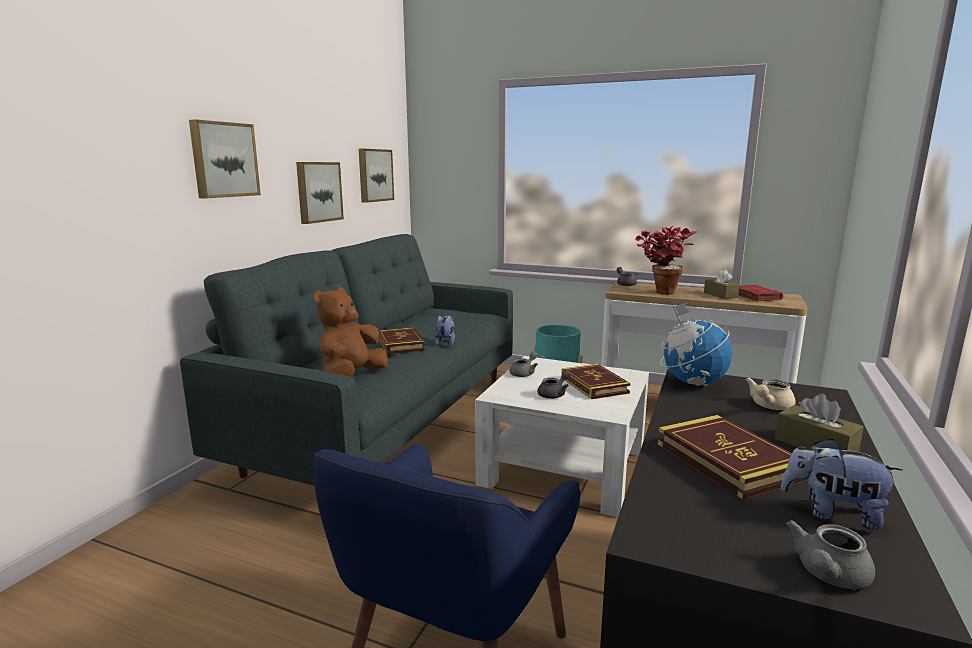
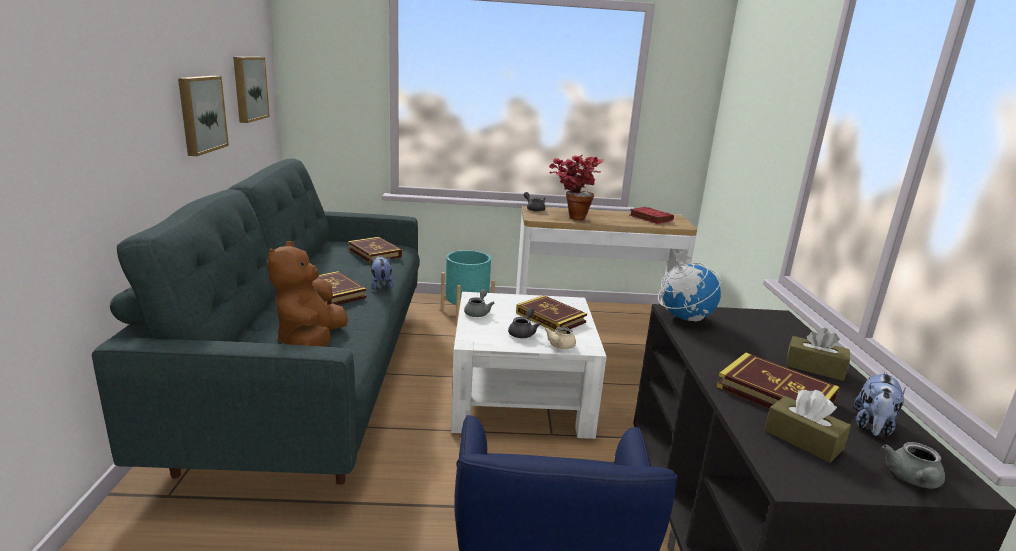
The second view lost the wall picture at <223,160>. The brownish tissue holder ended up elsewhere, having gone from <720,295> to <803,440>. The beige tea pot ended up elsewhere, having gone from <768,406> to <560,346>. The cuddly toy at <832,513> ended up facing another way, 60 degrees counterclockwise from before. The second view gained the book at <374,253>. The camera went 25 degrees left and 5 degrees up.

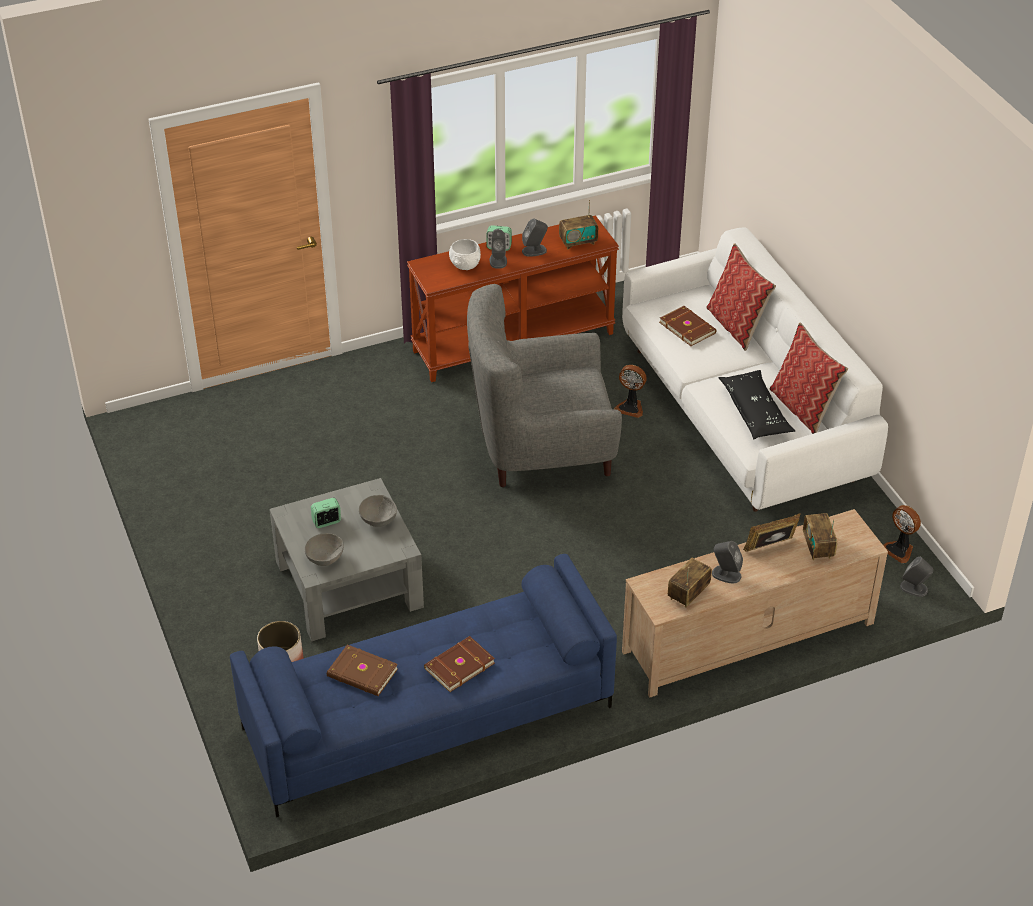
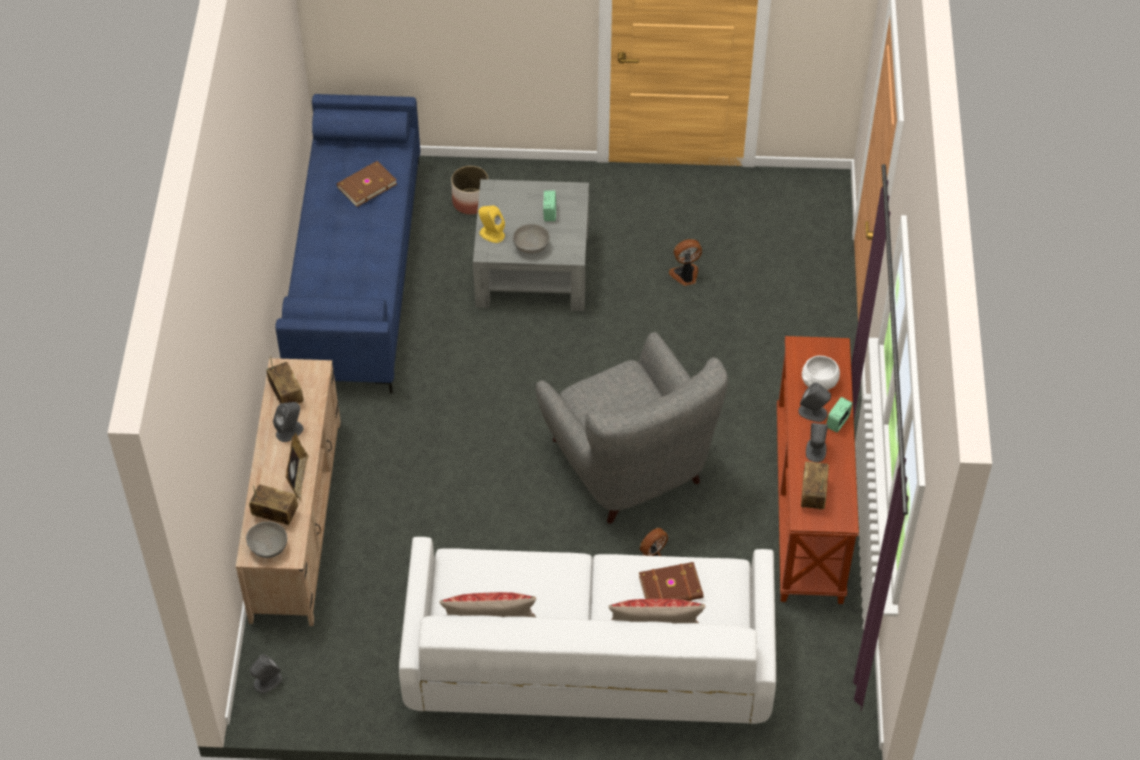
The grey easy chair at <541,449> ended up facing another way, 135 degrees clockwise from before. The second view lost the blackish pillow at <755,412>. The cooling fan ended up elsewhere, having gone from <899,550> to <685,276>. The grey deep dish ended up elsewhere, having gone from <325,558> to <269,548>. The second view lost the brownish book at <458,665>. The second view gained the yellow speaker at <491,234>. The camera went 115 degrees right and 10 degrees up.

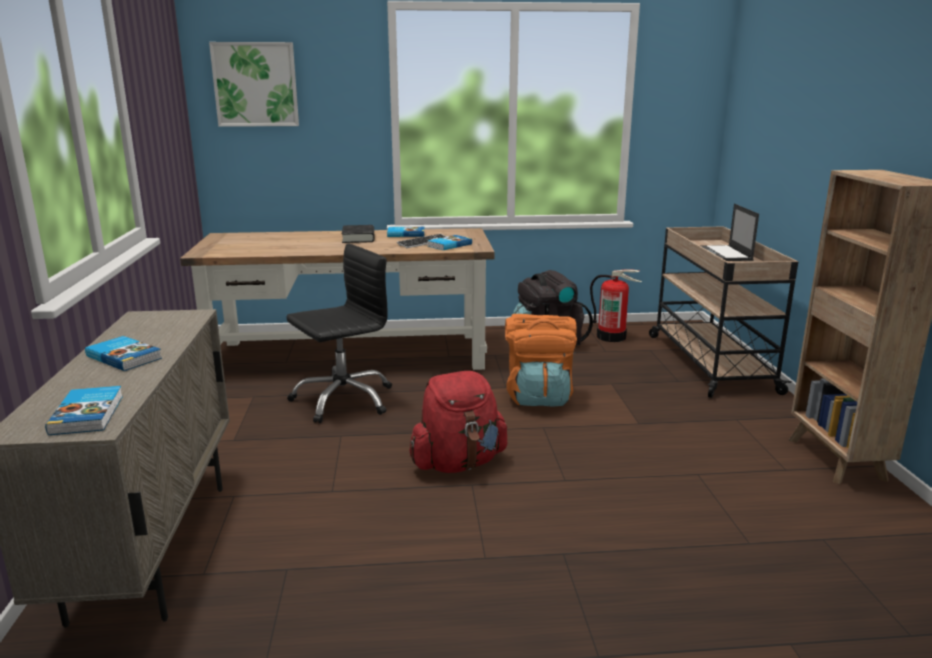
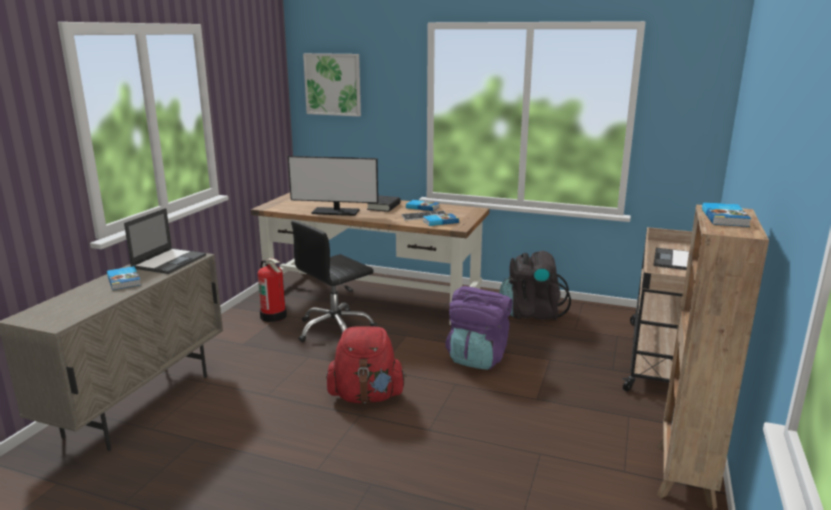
The blackish office chair at <343,400> ended up facing another way, 150 degrees clockwise from before. The fire-fighting cylinder ended up elsewhere, having gone from <611,336> to <274,316>. What was the orangey knapsack at <538,396> turned into the purple-coloured knapsack at <477,357>. The book ended up elsewhere, having gone from <89,414> to <725,218>. The second view gained the computer display at <335,212>. The second view gained the portable computer at <169,261>. The camera went 25 degrees right and 0 degrees up.

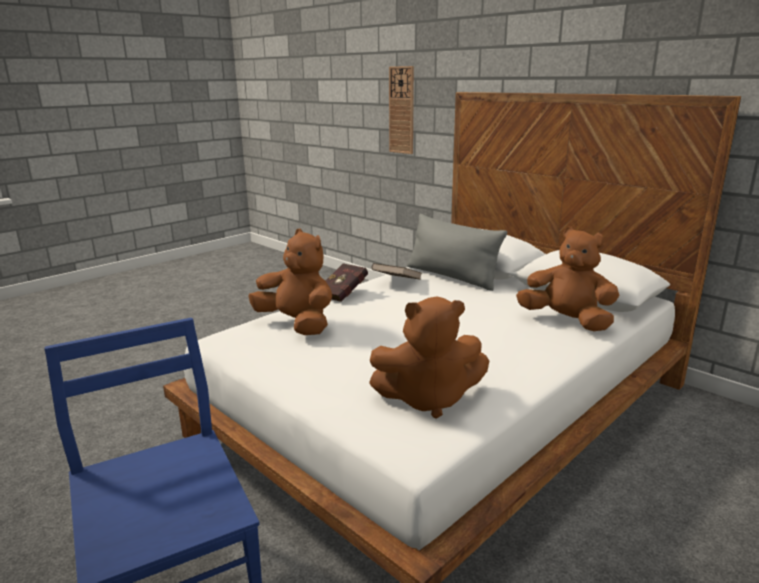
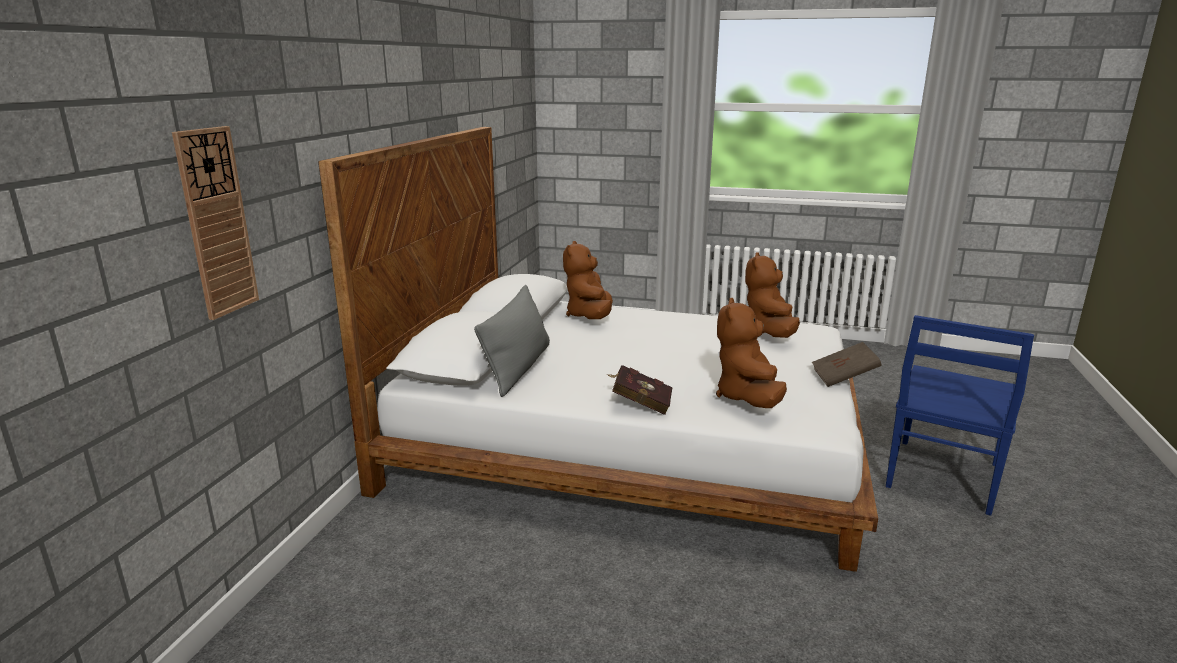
The brownish book ended up elsewhere, having gone from <397,283> to <843,378>. The brownish cuddly toy at <428,399> ended up facing another way, 135 degrees counterclockwise from before. The camera went 120 degrees left and 0 degrees up.

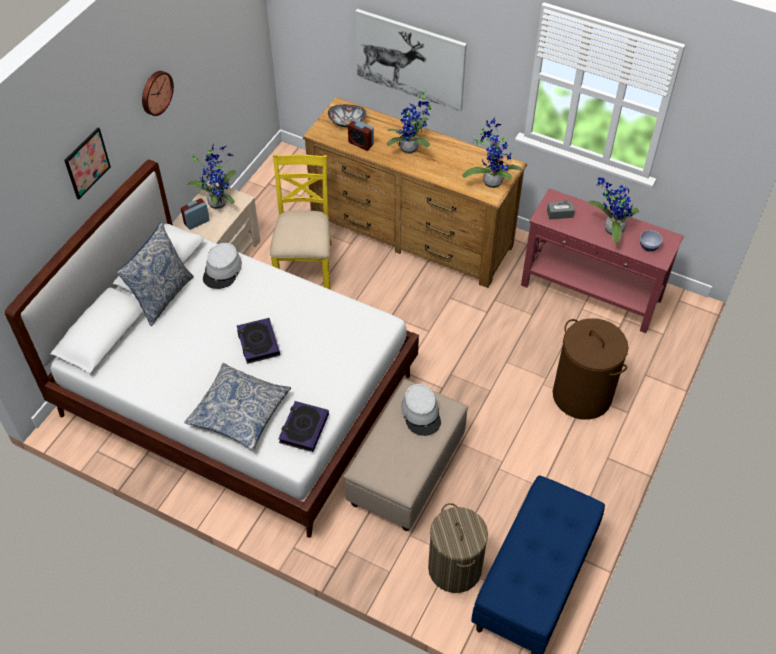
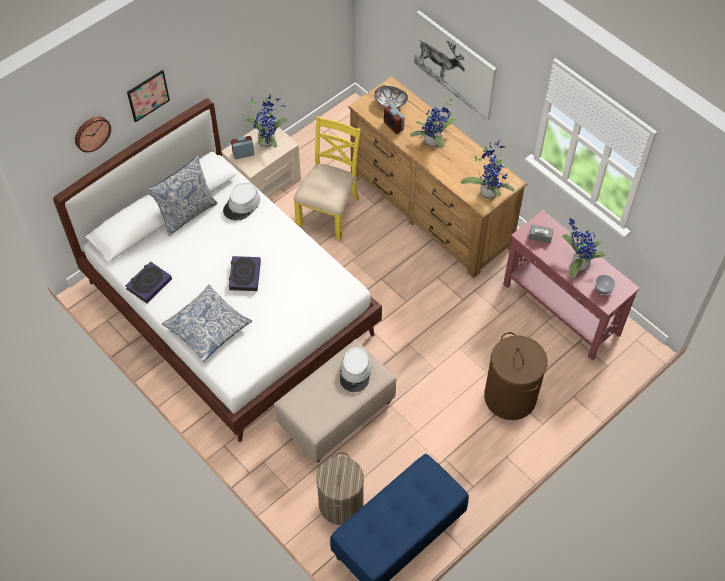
The clock on the wall ended up elsewhere, having gone from <155,92> to <91,133>. The book ended up elsewhere, having gone from <303,428> to <149,284>. The camera went 20 degrees right and 5 degrees up.

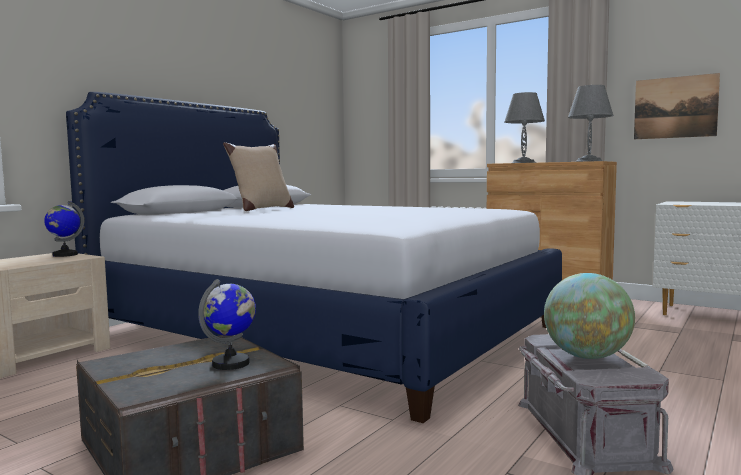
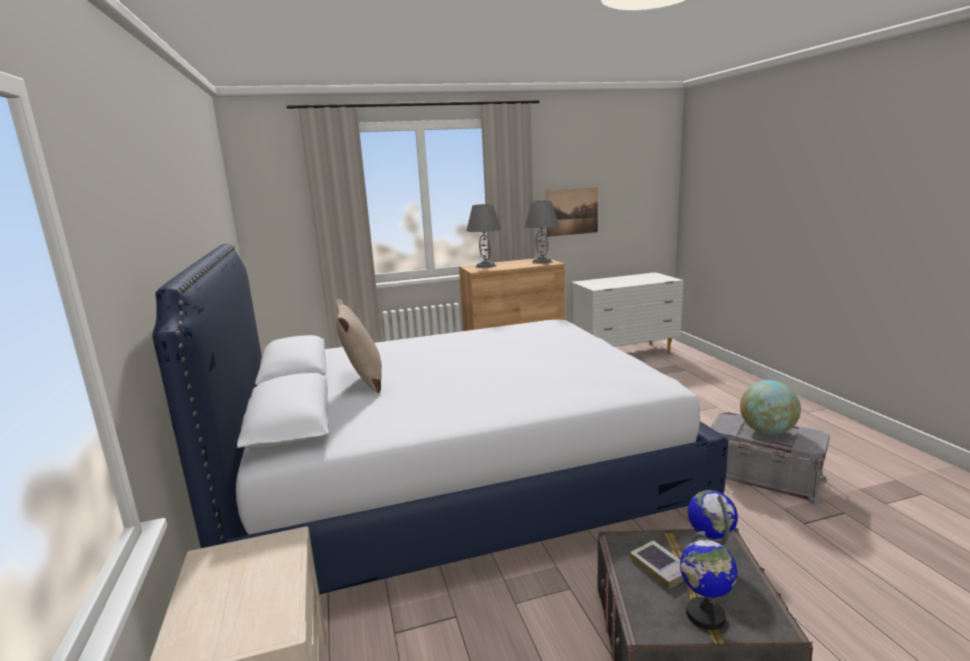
The globe ended up elsewhere, having gone from <64,255> to <705,615>. The second view gained the book at <660,567>. The camera went 50 degrees left and 10 degrees up.

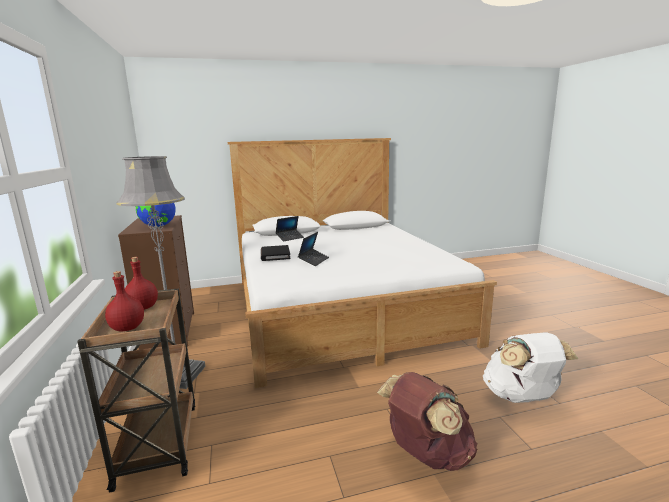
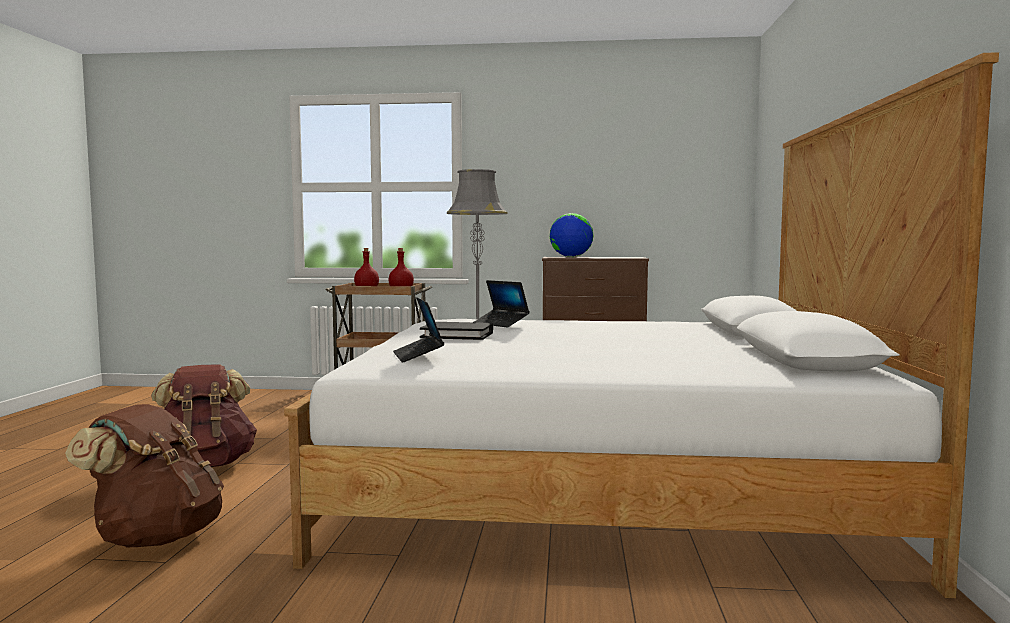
The portable computer ended up elsewhere, having gone from <290,238> to <418,356>. The blackish book ended up elsewhere, having gone from <275,255> to <457,335>. What was the white knapsack at <521,397> turned into the brownish knapsack at <156,537>. The camera went 110 degrees right and 10 degrees down.

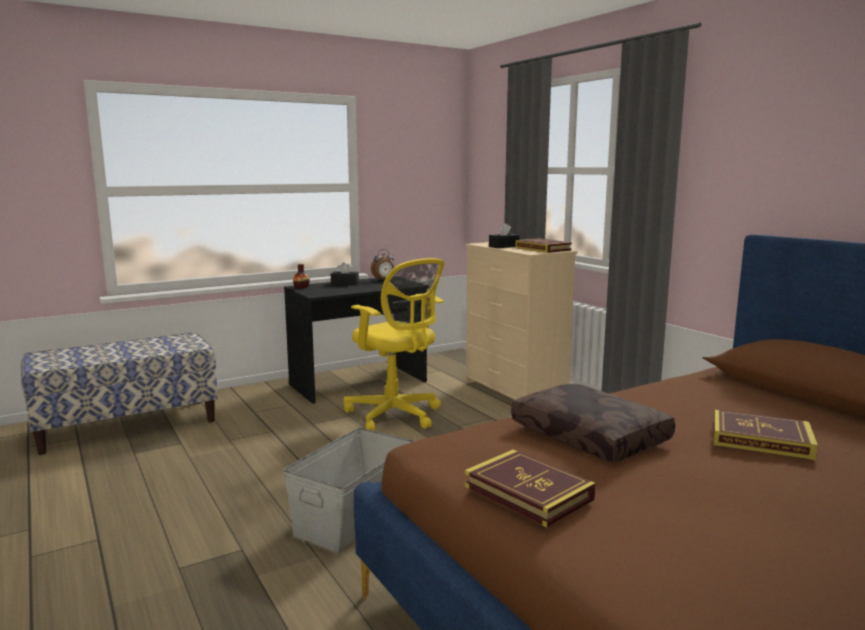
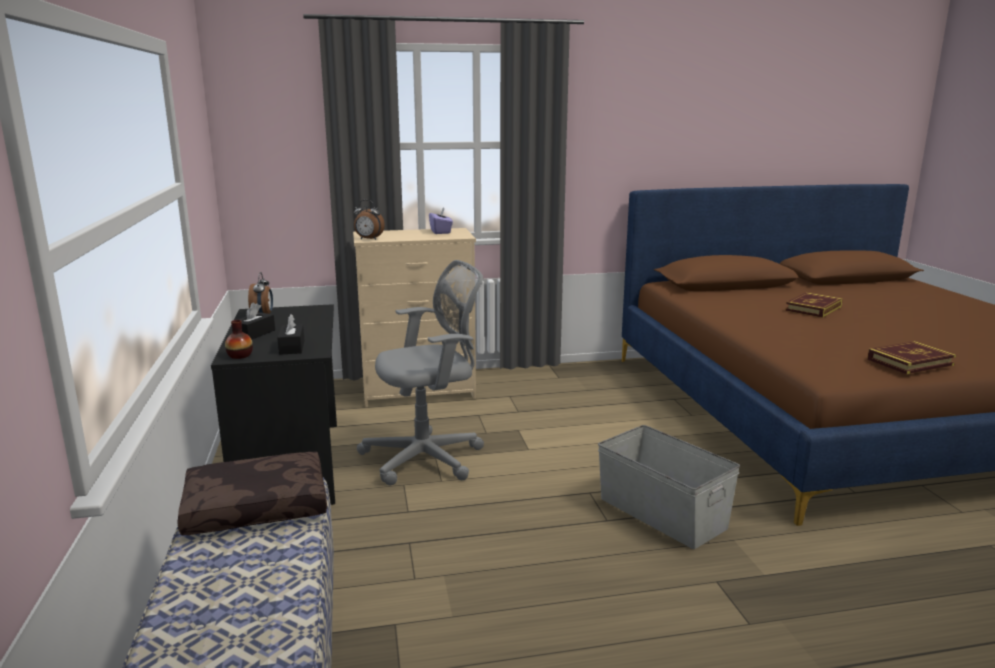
The blackish tissue holder ended up elsewhere, having gone from <503,246> to <292,347>. Where the book stood at <543,249>, the purple-coloured tissue holder came to stand at <441,232>. What was the yellow office chair at <396,415> turned into the grey office chair at <428,458>. The brownish pillow ended up elsewhere, having gone from <591,436> to <257,506>. The second view gained the table clock at <368,239>. The camera went 70 degrees left and 5 degrees up.

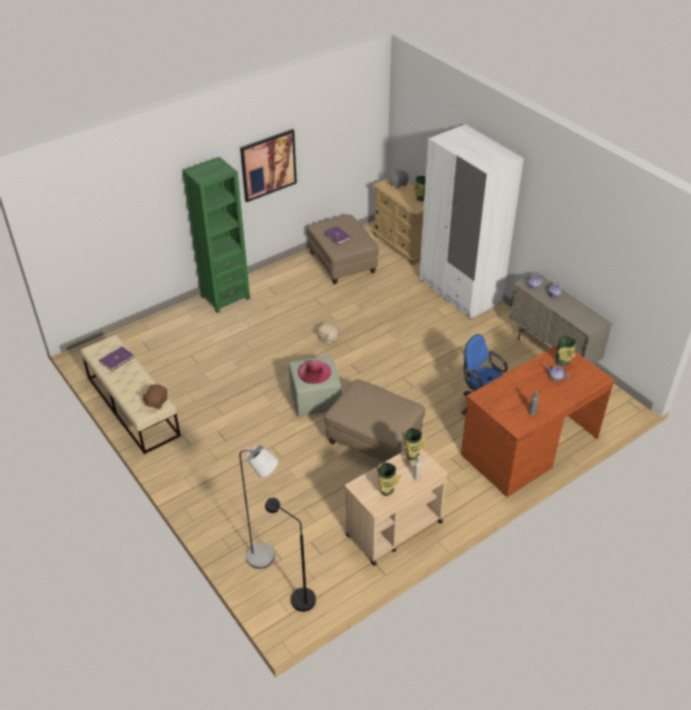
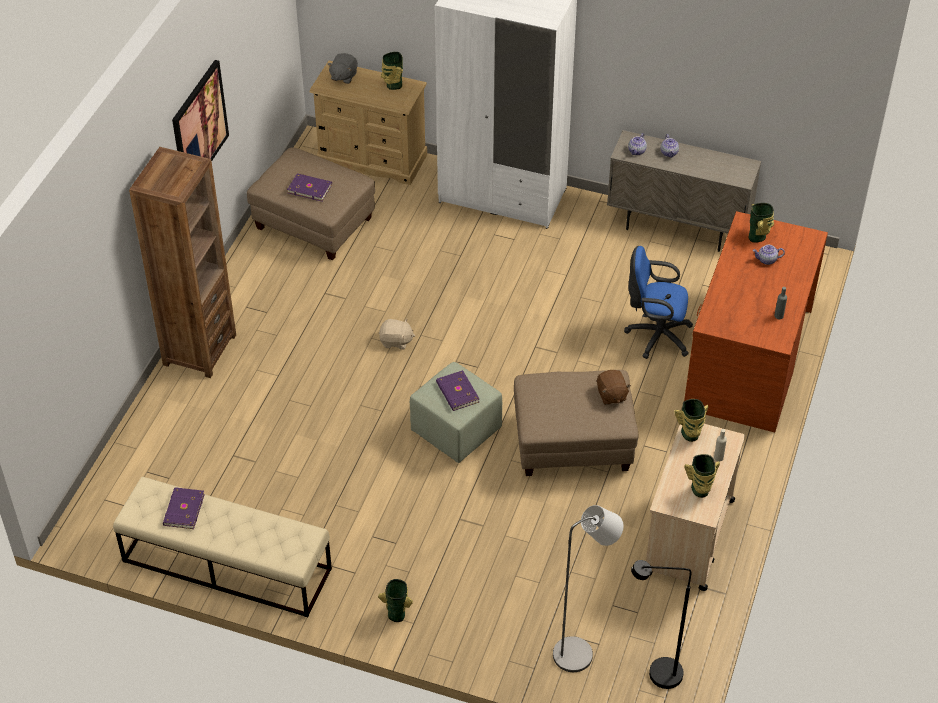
What was the greenish bookshelf at <225,297> turned into the brownish bookshelf at <199,350>. Where the pink-coloured hat stood at <314,372>, the purple-coloured book came to stand at <457,393>. The brownish cuddly toy ended up elsewhere, having gone from <156,402> to <611,395>. The second view gained the flower vase at <397,612>. The camera went 35 degrees left and 5 degrees up.

